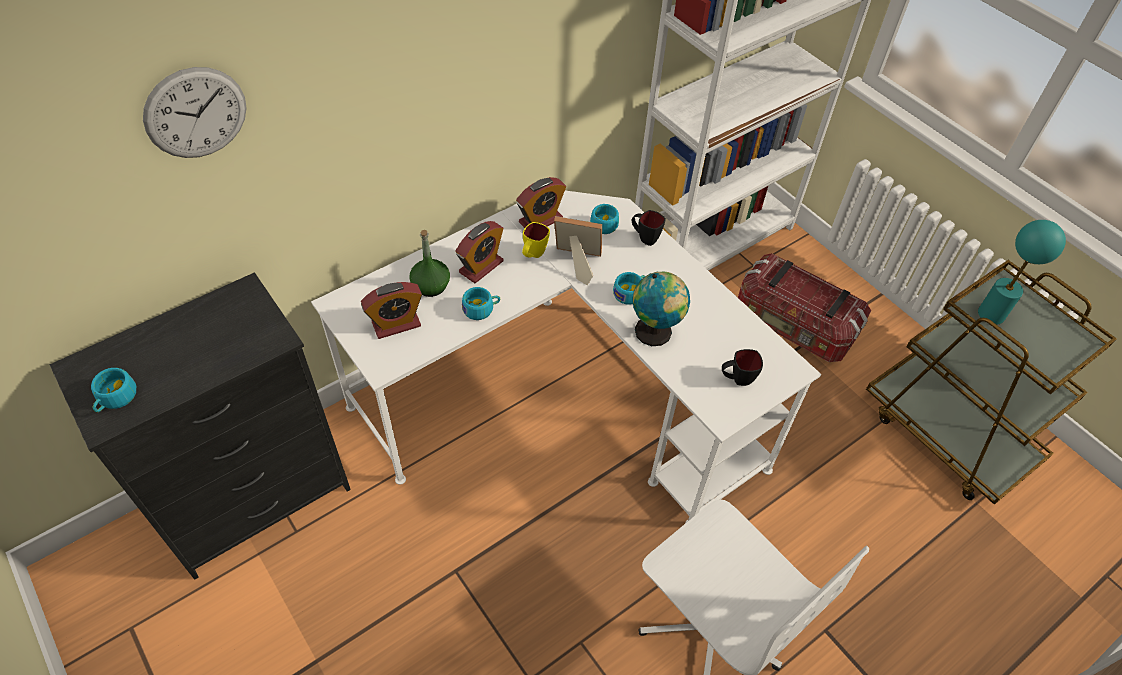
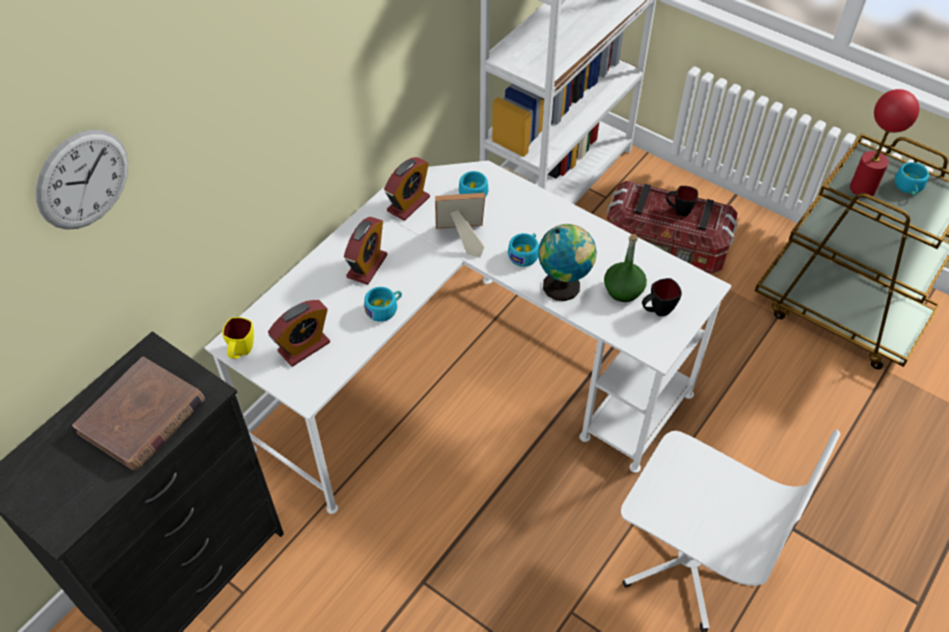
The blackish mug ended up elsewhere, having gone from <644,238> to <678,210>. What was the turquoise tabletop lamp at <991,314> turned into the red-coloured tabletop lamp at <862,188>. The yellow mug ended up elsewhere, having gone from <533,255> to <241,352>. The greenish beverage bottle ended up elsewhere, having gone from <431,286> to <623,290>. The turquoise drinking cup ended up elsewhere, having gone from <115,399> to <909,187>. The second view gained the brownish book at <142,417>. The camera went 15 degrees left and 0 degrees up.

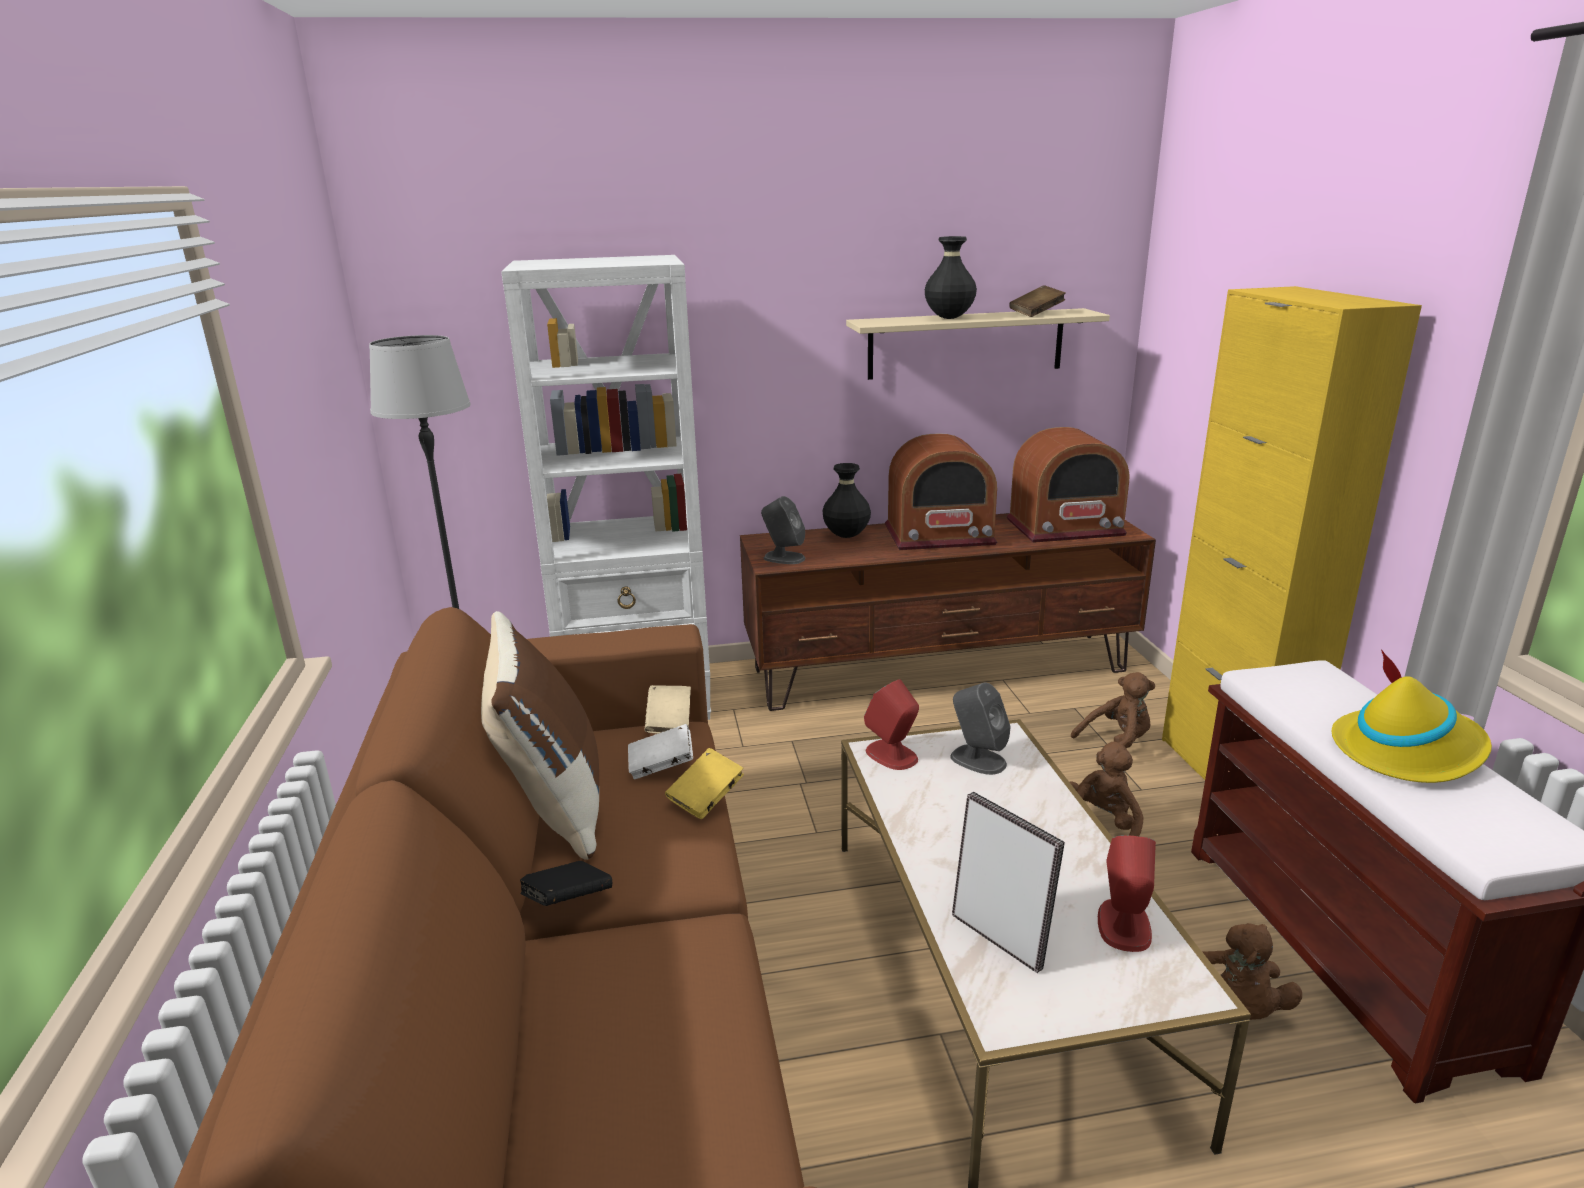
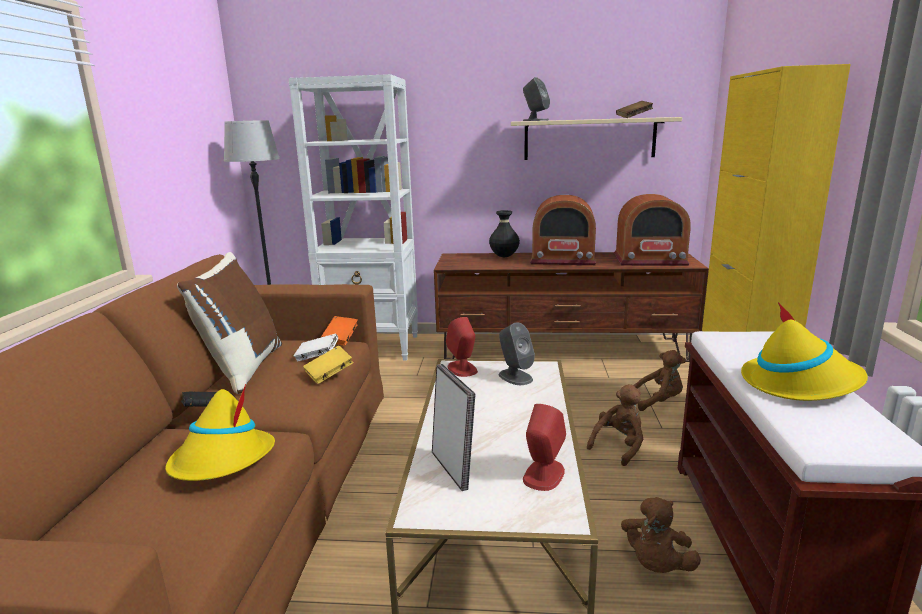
The second view lost the blackish flower vase at <949,318>. The grey speaker ended up elsewhere, having gone from <783,558> to <535,120>. What was the beige book at <669,723> turned into the orangey book at <340,339>. The second view gained the yellow hat at <222,461>. The camera went 15 degrees right and 5 degrees down.

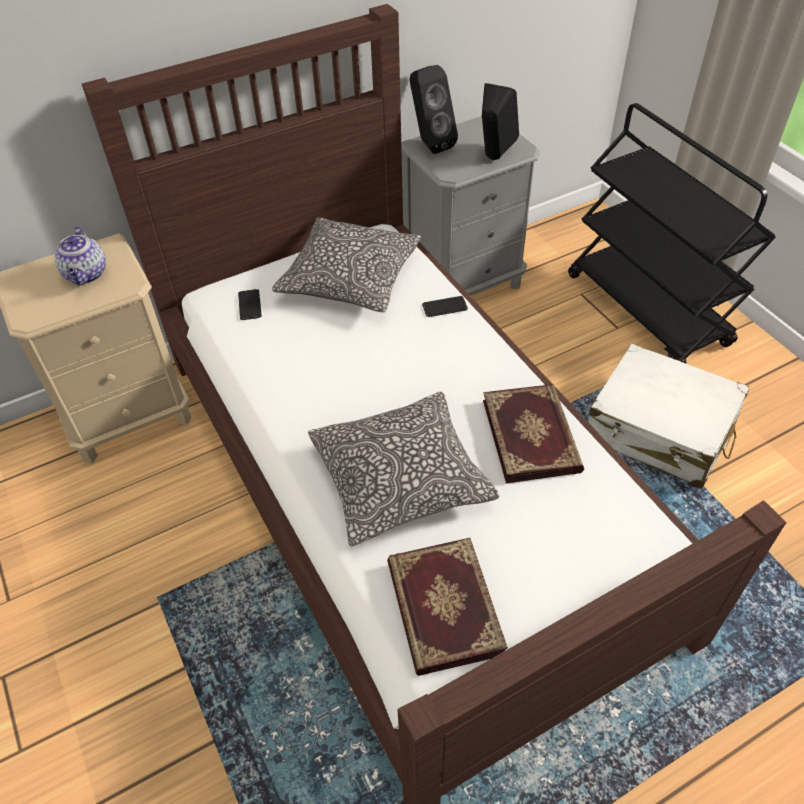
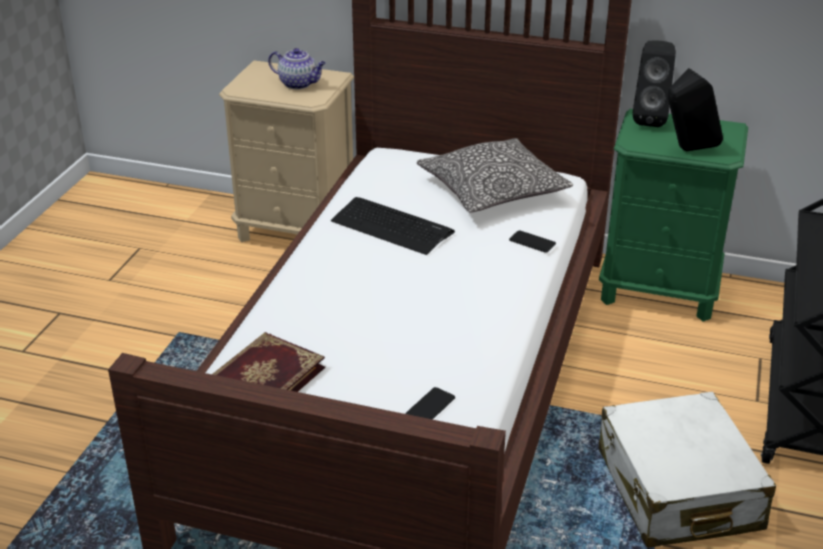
What was the grey nightstand at <465,282> turned into the greenish nightstand at <660,290>. The tea pot at <86,275> ended up facing another way, 105 degrees counterclockwise from before. The telephone ended up elsewhere, having gone from <249,305> to <430,407>. The second view lost the book at <532,435>. The second view lost the pillow at <400,478>. The second view gained the keyboard at <391,227>. The camera went 45 degrees right and 15 degrees down.

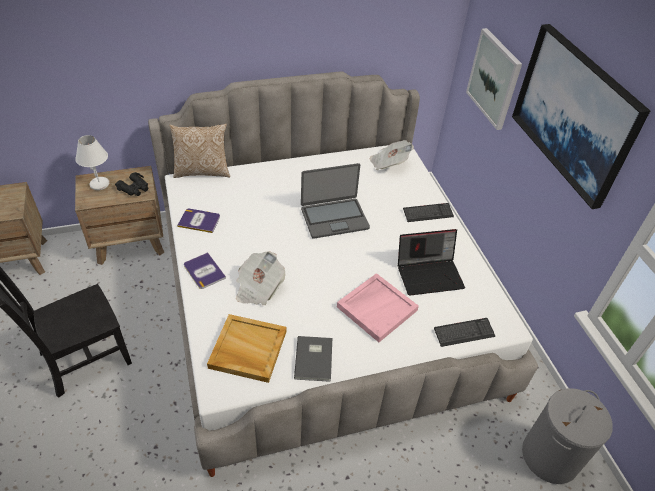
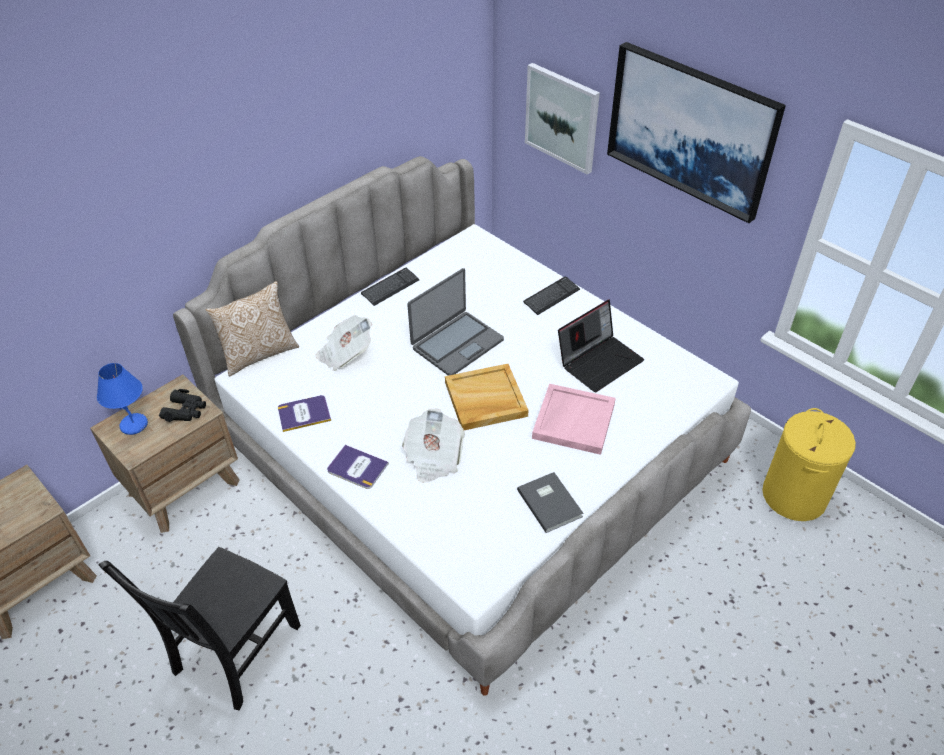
What was the white tabletop lamp at <100,184> turned into the blue-coloured tabletop lamp at <135,425>. The daily paper ended up elsewhere, having gone from <389,163> to <345,354>. The beige carrying tray ended up elsewhere, having gone from <247,350> to <485,400>. The keyboard ended up elsewhere, having gone from <464,333> to <390,287>. What was the grey washing basket at <550,456> turned into the yellow washing basket at <794,495>. The camera went 25 degrees left and 0 degrees up.

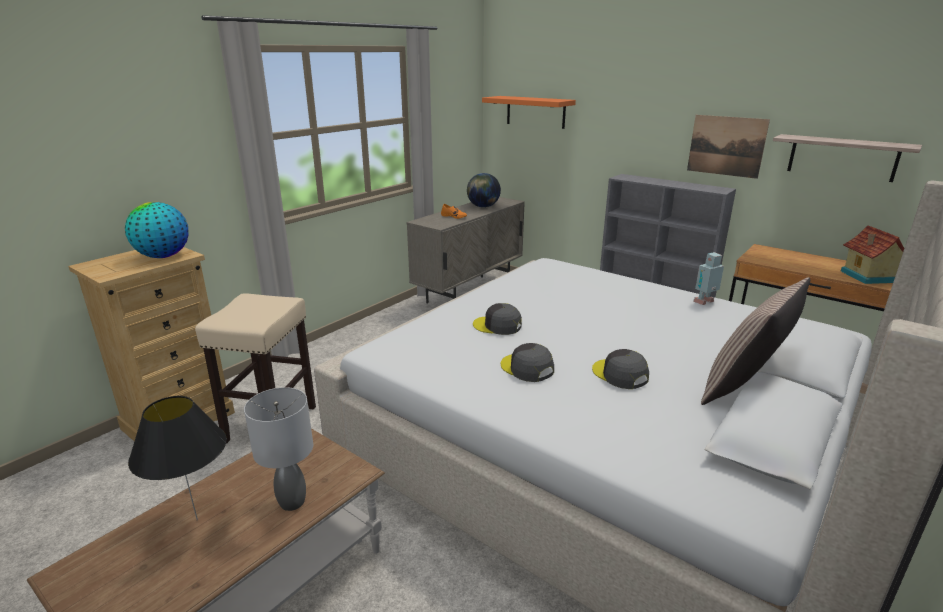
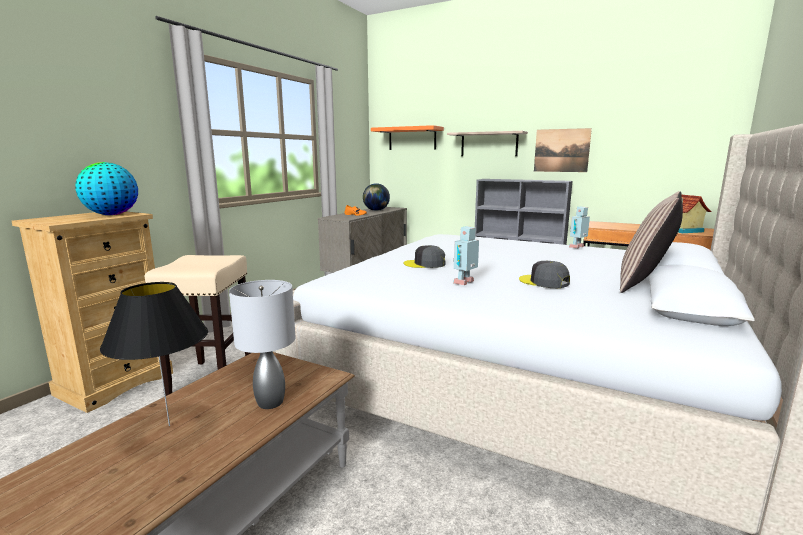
The shelf ended up elsewhere, having gone from <842,157> to <489,144>. Where the grey peaked cap stood at <527,368>, the robot figure came to stand at <465,283>. The camera went 10 degrees left and 10 degrees down.

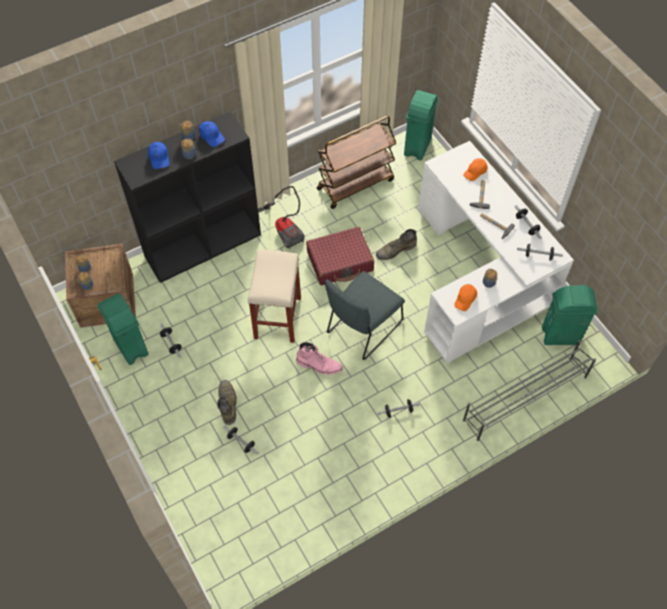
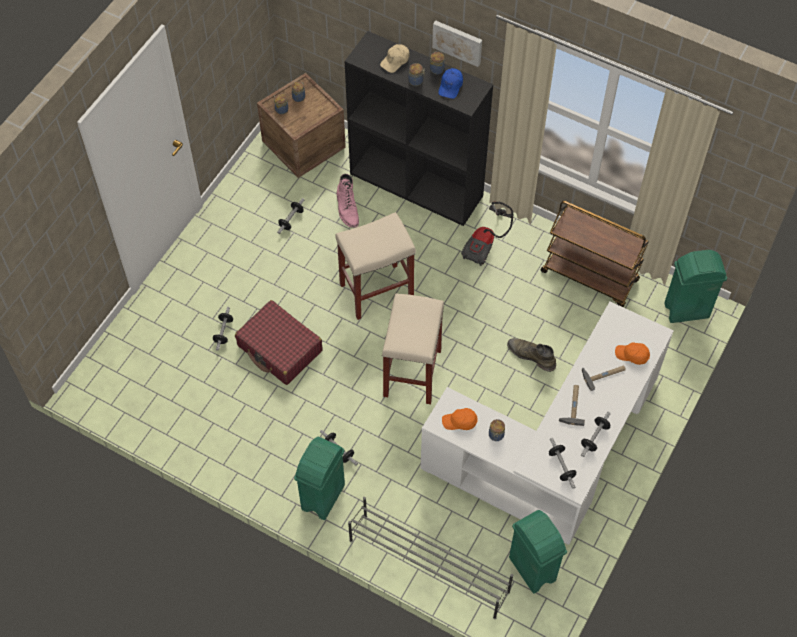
What was the blue-coloured peaked cap at <159,158> turned into the beige peaked cap at <395,61>. The red-coloured travel case ended up elsewhere, having gone from <340,262> to <280,349>. Where the grey chair stood at <362,329>, the beige sitting stool came to stand at <412,372>. The greenish trash can ended up elsewhere, having gone from <131,348> to <322,497>. The pink-coloured tall boot ended up elsewhere, having gone from <319,365> to <347,209>. The second view lost the greenish tall boot at <227,403>. The second view gained the wall picture at <458,42>. The camera went 60 degrees right and 0 degrees up.

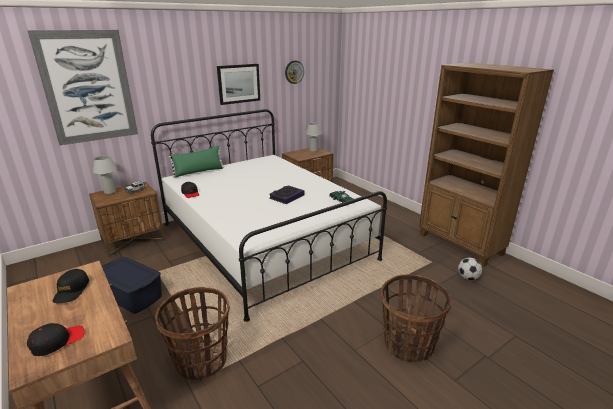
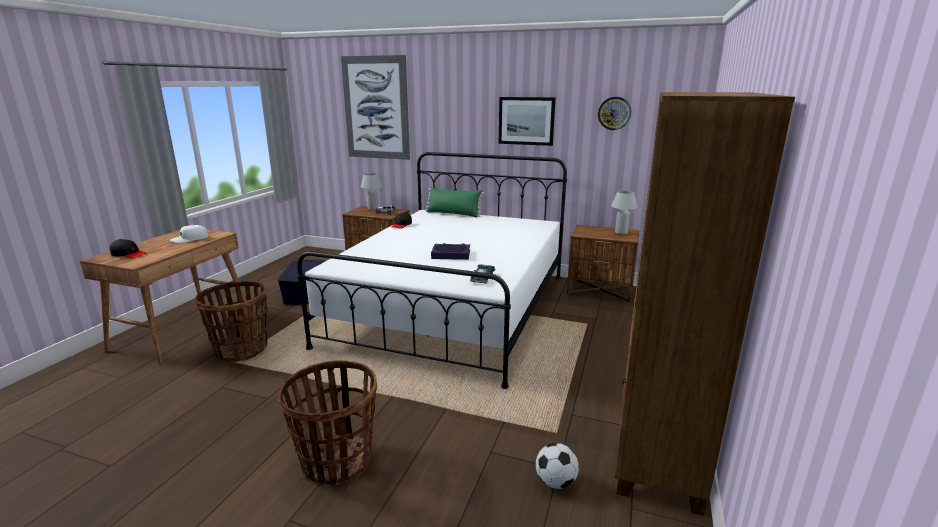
What was the blackish peaked cap at <71,290> turned into the white peaked cap at <190,239>. The camera went 55 degrees right and 5 degrees down.

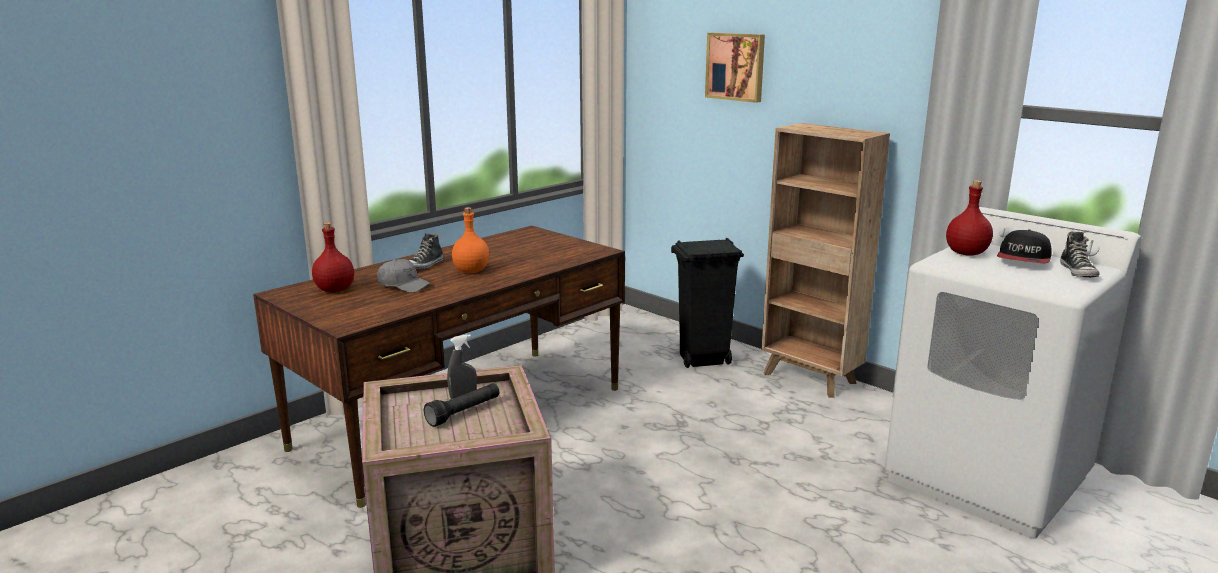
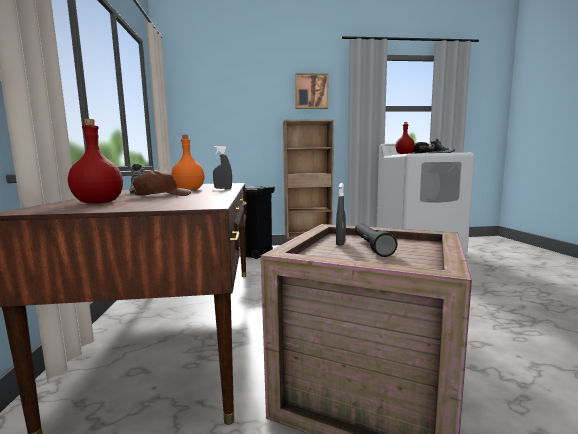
The wall picture ended up elsewhere, having gone from <736,66> to <311,91>. What was the grey peaked cap at <403,285> turned into the brownish peaked cap at <162,196>. The second view gained the grey hand sprayer at <223,188>. The camera went 50 degrees left and 10 degrees down.

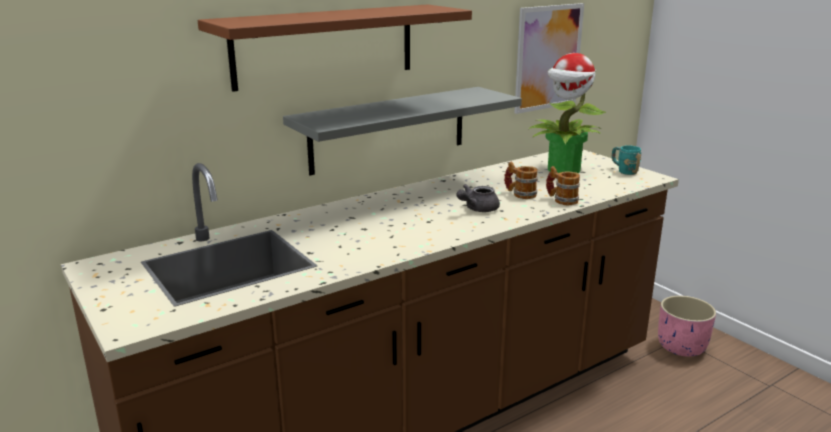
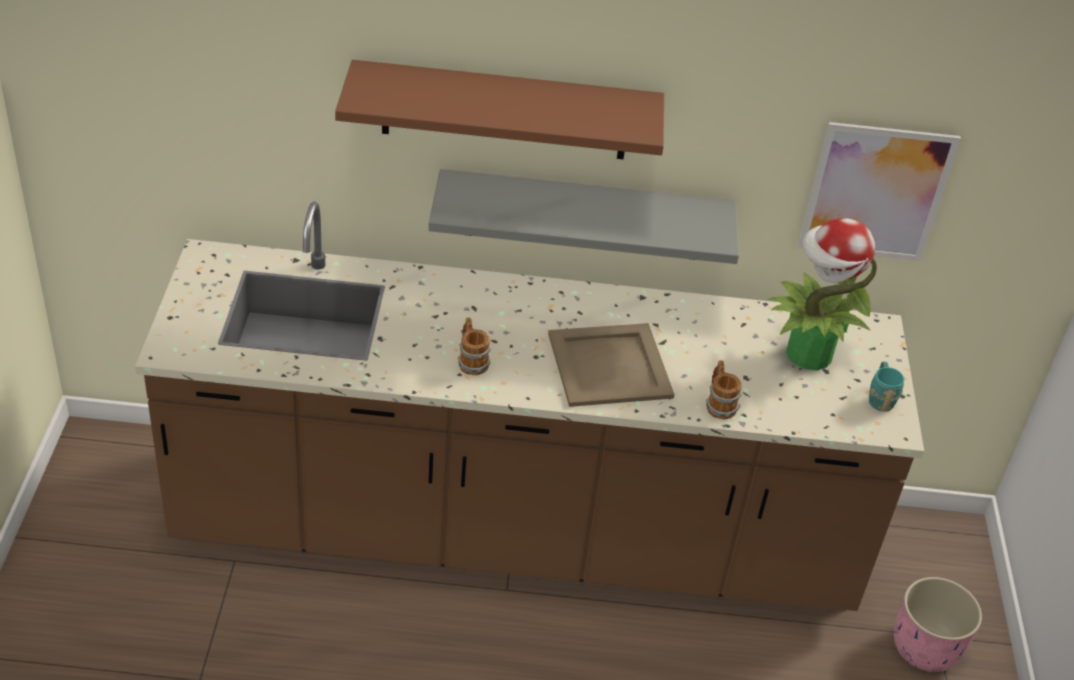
The mug ended up elsewhere, having gone from <520,194> to <471,360>. Where the grey tea pot stood at <477,209>, the beige carrying tray came to stand at <609,366>. The camera went 35 degrees right and 20 degrees up.

